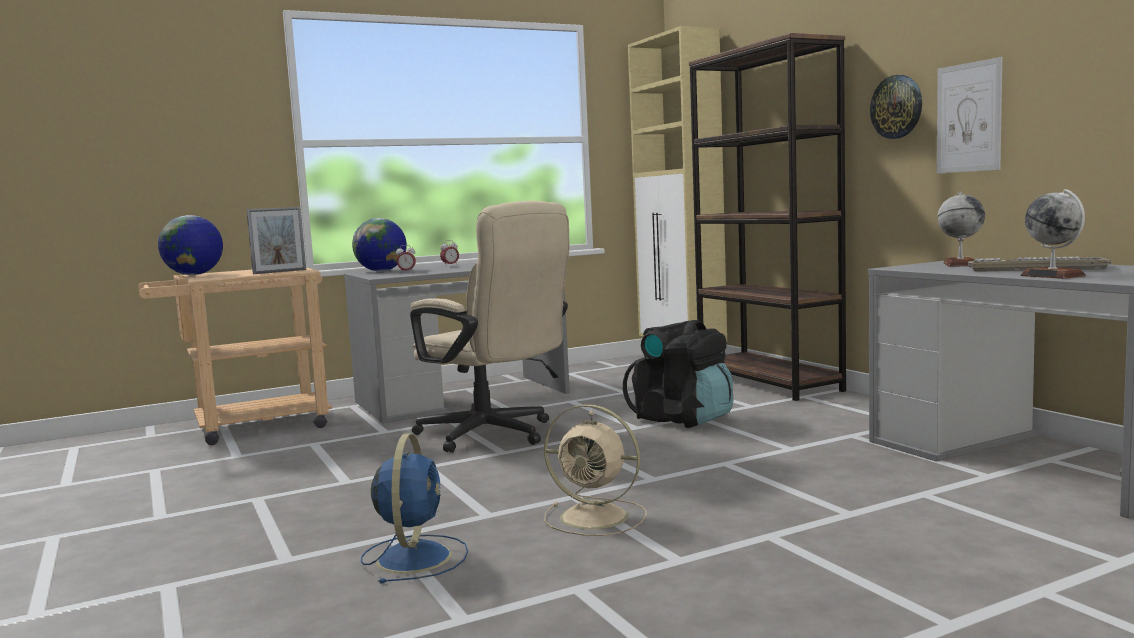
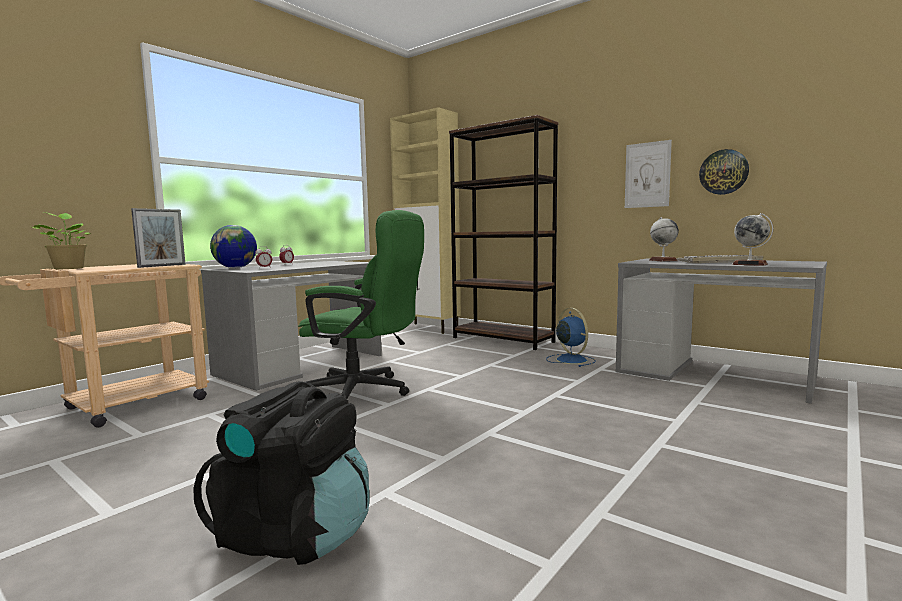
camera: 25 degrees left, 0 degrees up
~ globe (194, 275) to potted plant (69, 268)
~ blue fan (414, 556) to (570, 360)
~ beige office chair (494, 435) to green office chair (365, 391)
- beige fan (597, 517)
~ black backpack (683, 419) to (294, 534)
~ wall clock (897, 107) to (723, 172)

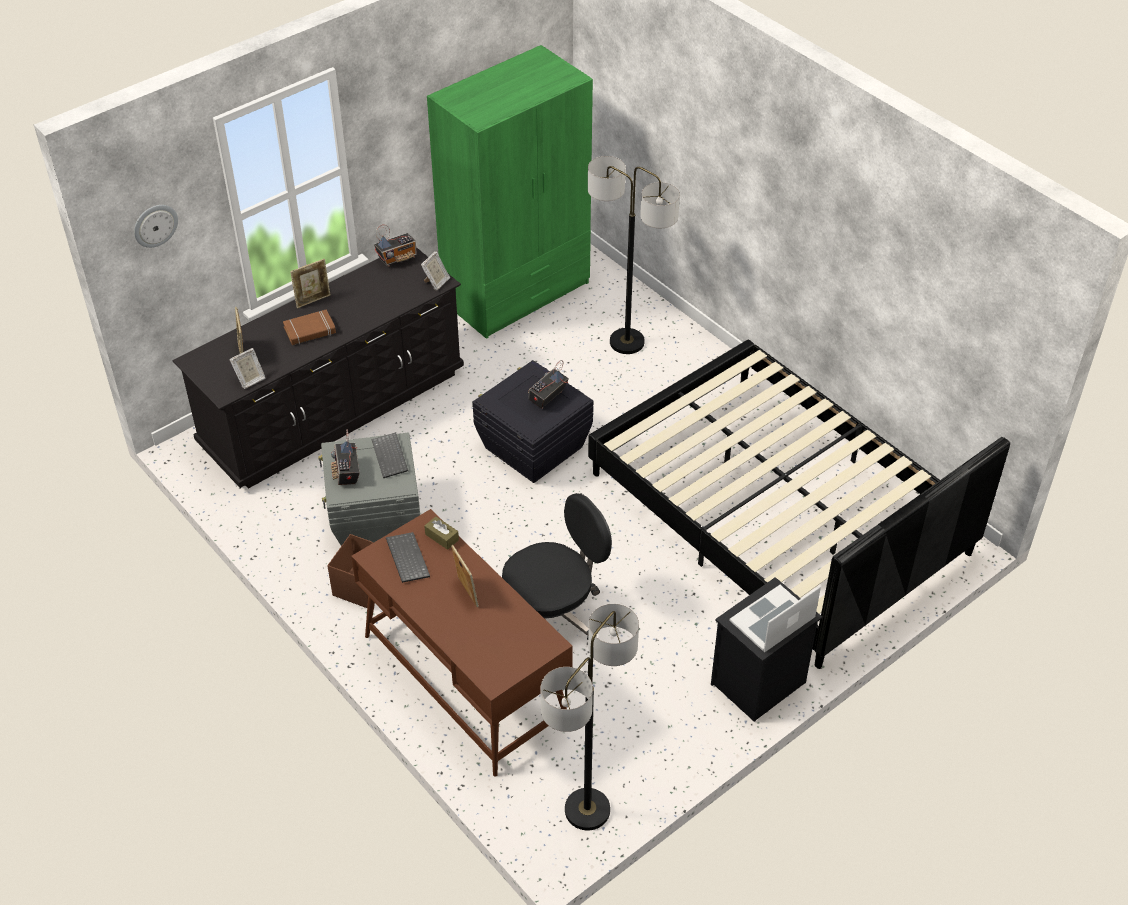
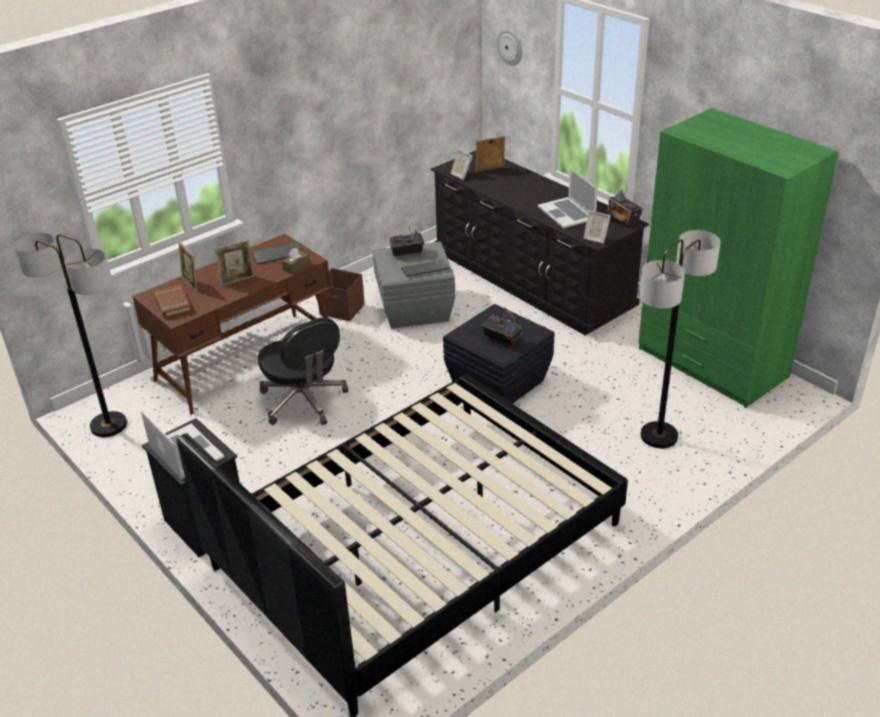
camera: 90 degrees right, 10 degrees down
~ brown book (310, 331) to (172, 305)
~ picture frame (313, 300) to (191, 284)
+ laptop (567, 213)

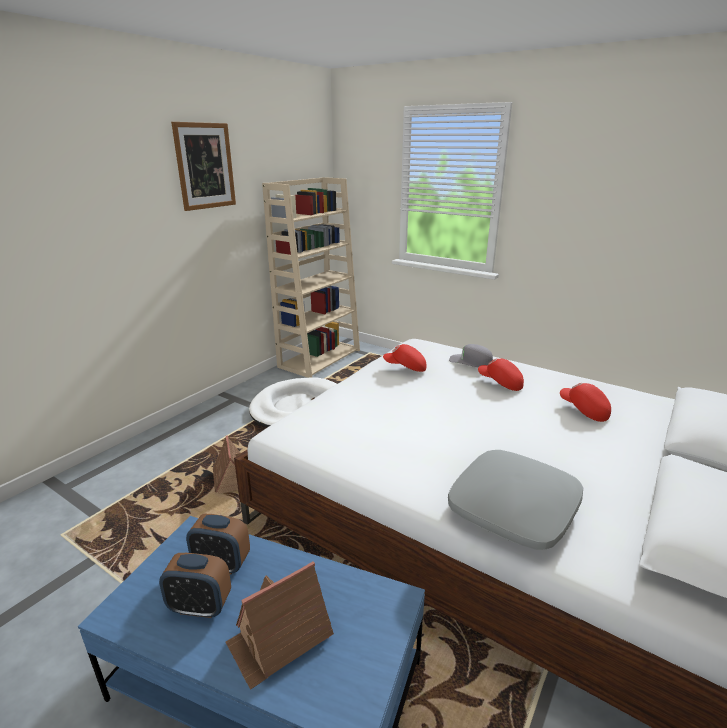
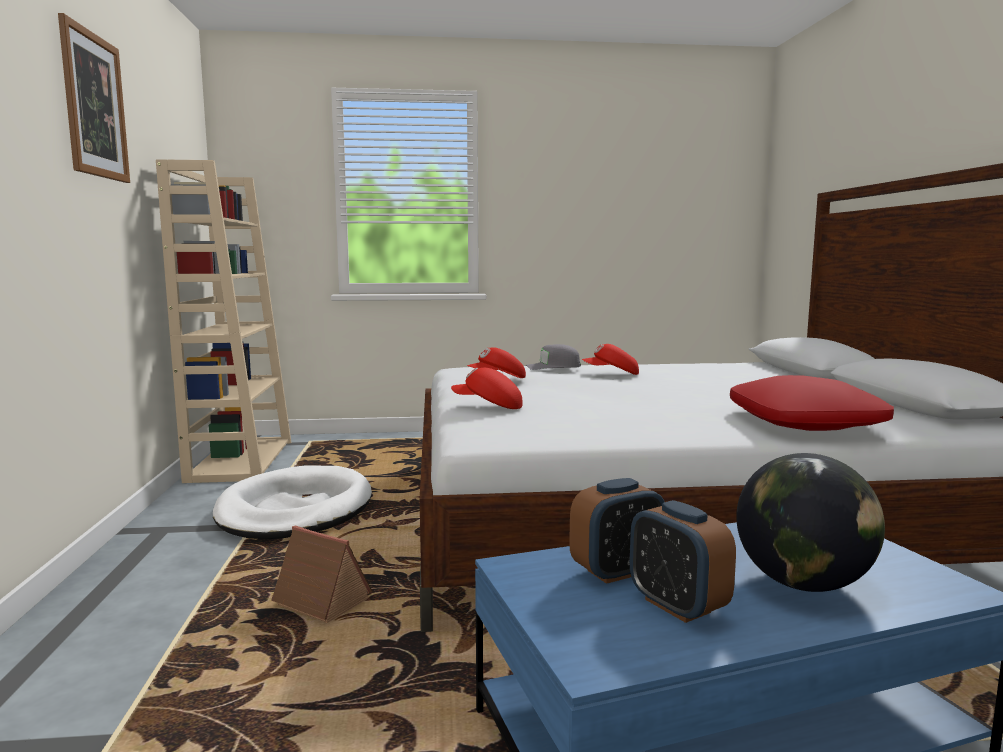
camera: 40 degrees left, 15 degrees down
~ alarm clock (200, 606) = (677, 606) 90 degrees clockwise
~ toy house (279, 638) to globe (802, 584)
~ grey pillow (514, 508) to red pillow (805, 422)
~ red cap (583, 411) to (488, 406)

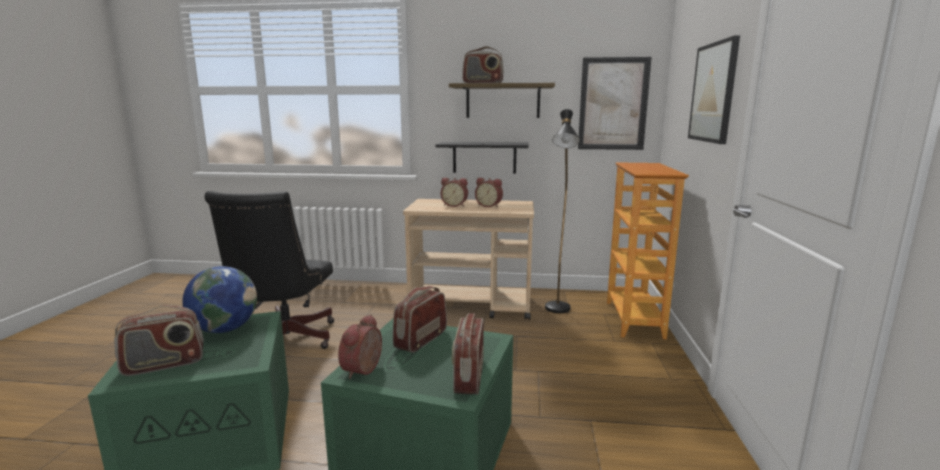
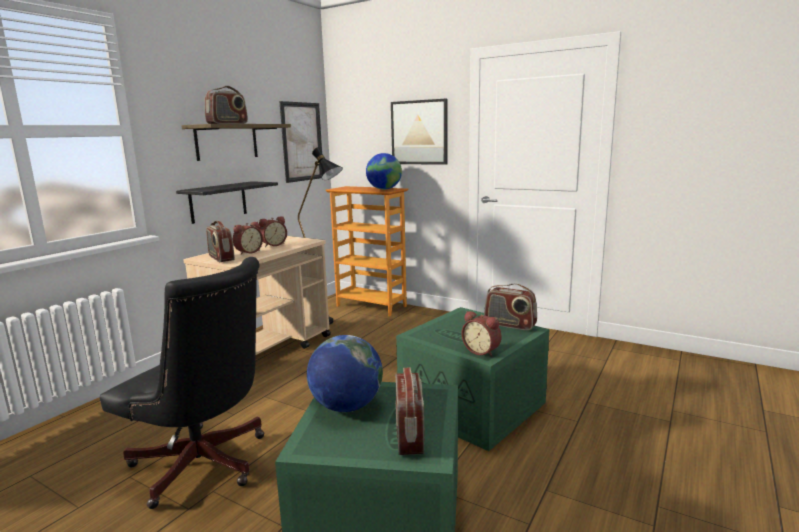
camera: 65 degrees left, 0 degrees up
~ radio (420, 339) to (221, 258)
+ globe (384, 189)

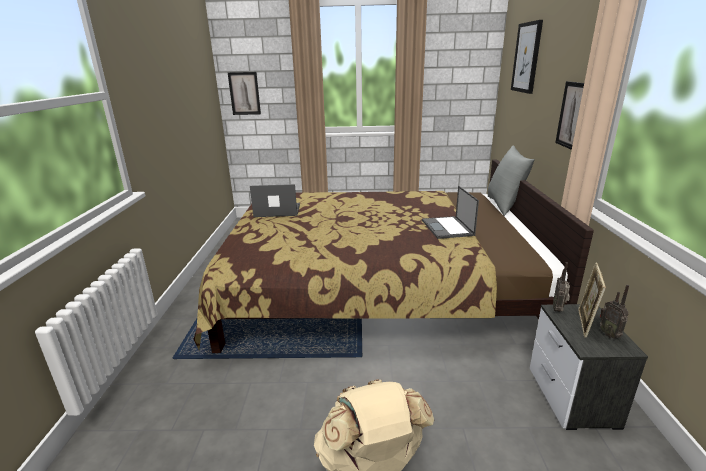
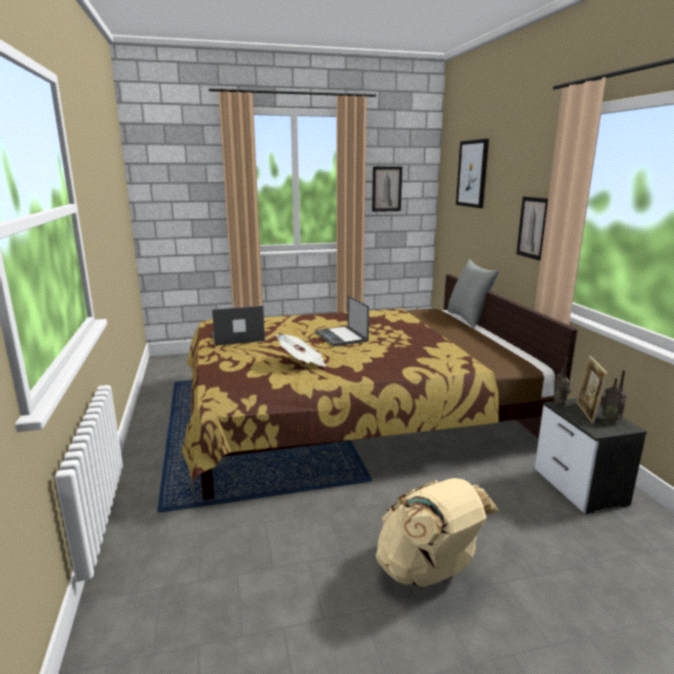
camera: 15 degrees left, 5 degrees down
~ picture (244, 93) to (386, 189)
~ laptop (448, 228) to (341, 337)
+ newspaper (302, 363)

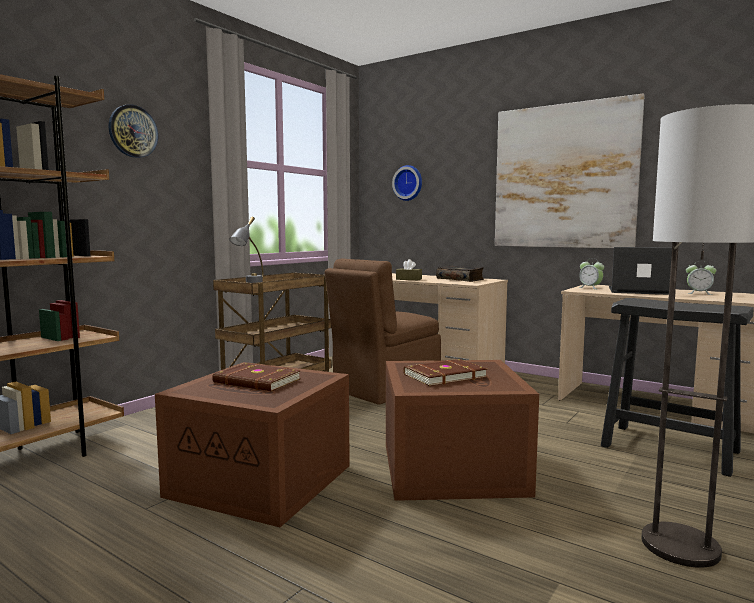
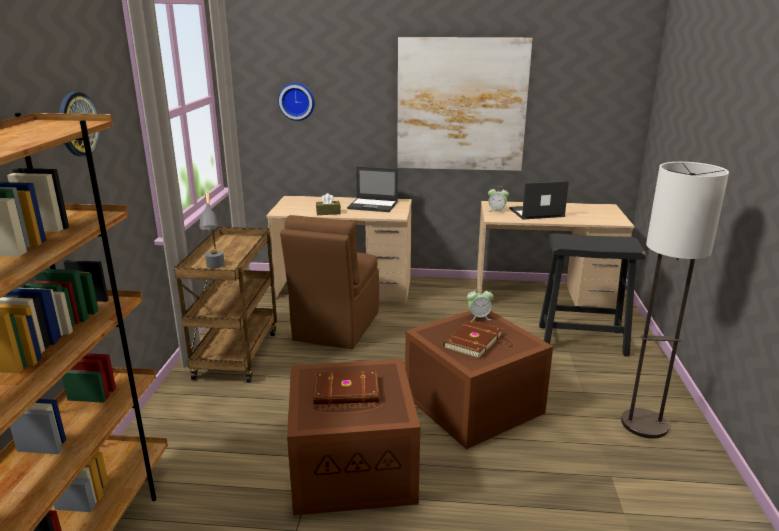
camera: 30 degrees left, 15 degrees up
~ book (460, 279) to laptop (373, 205)
~ alarm clock (699, 293) to (479, 317)

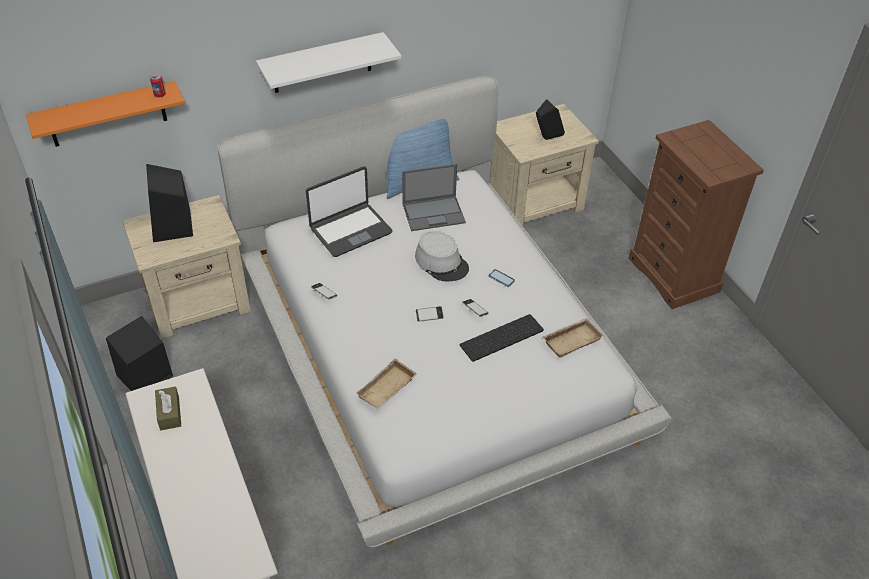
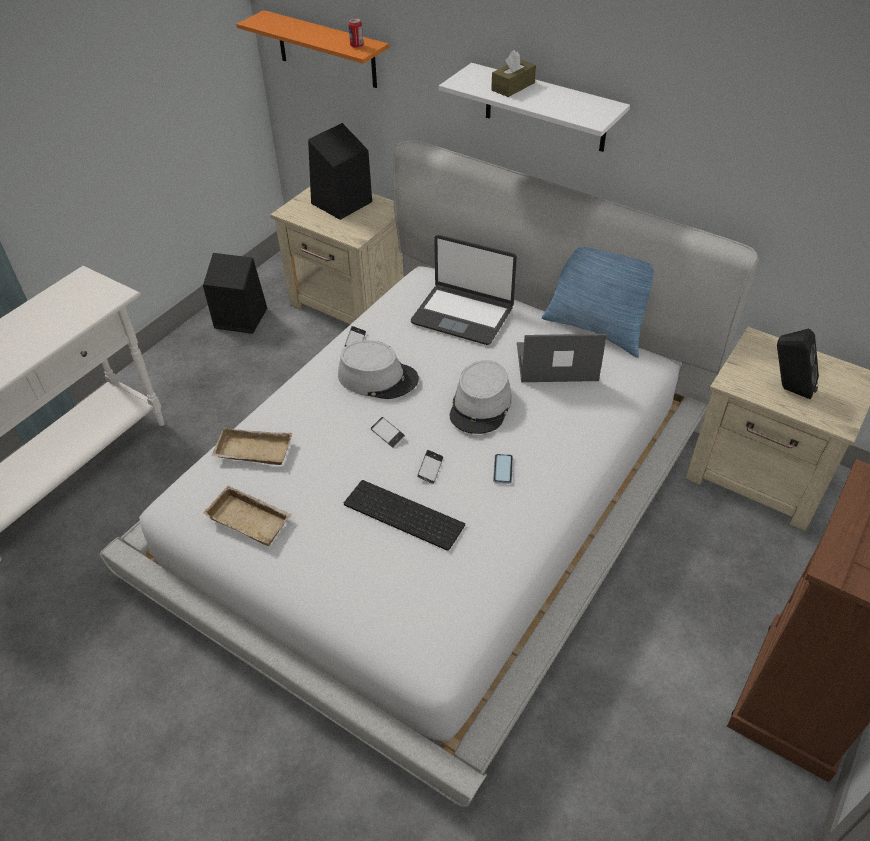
camera: 60 degrees right, 0 degrees up
~ brown tissue box (169, 413) to (513, 86)
~ laptop (434, 213) = (555, 363) 135 degrees clockwise
~ beige tray (571, 339) to (251, 519)
+ grey hat (378, 377)

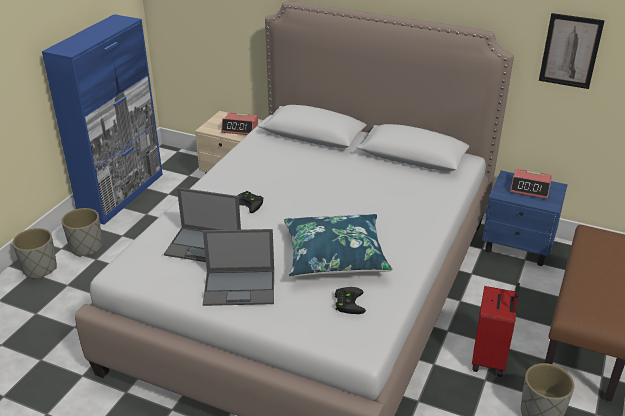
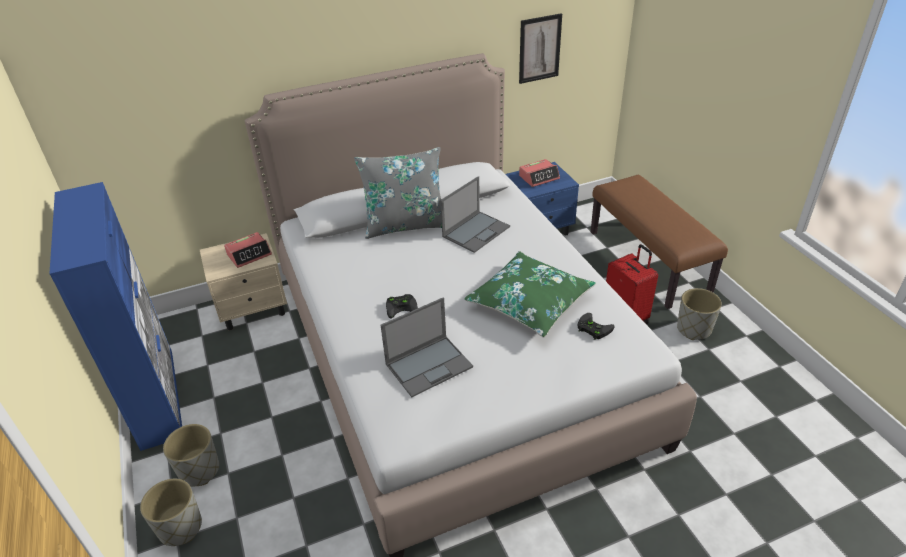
camera: 45 degrees left, 5 degrees up
~ laptop (240, 287) to (476, 231)
~ blue pillow (335, 256) to green pillow (529, 302)
+ grey pillow (405, 225)

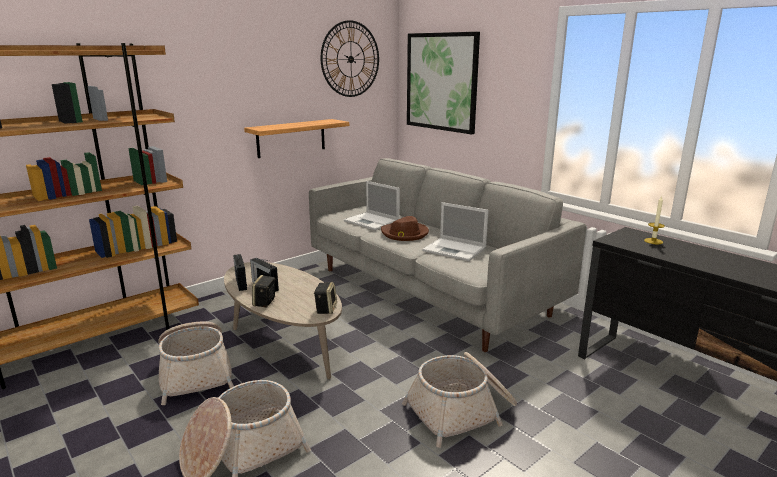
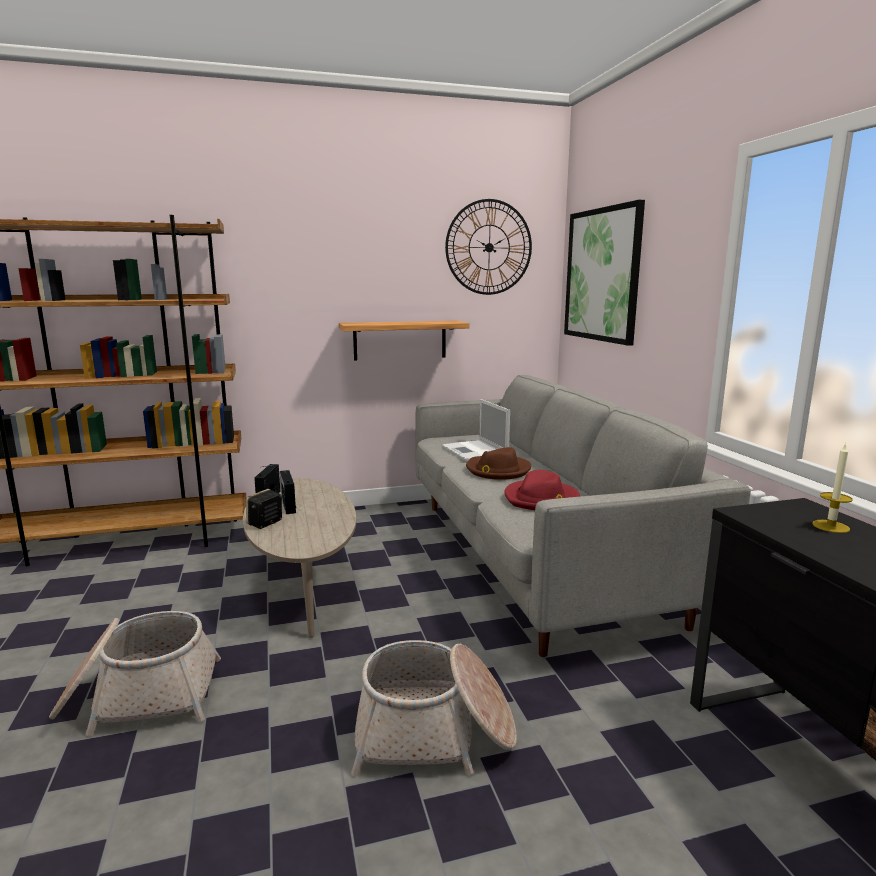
camera: 25 degrees right, 5 degrees down
- basket (196, 373)
- speaker (325, 309)
~ laptop (455, 250) to red hat (541, 499)

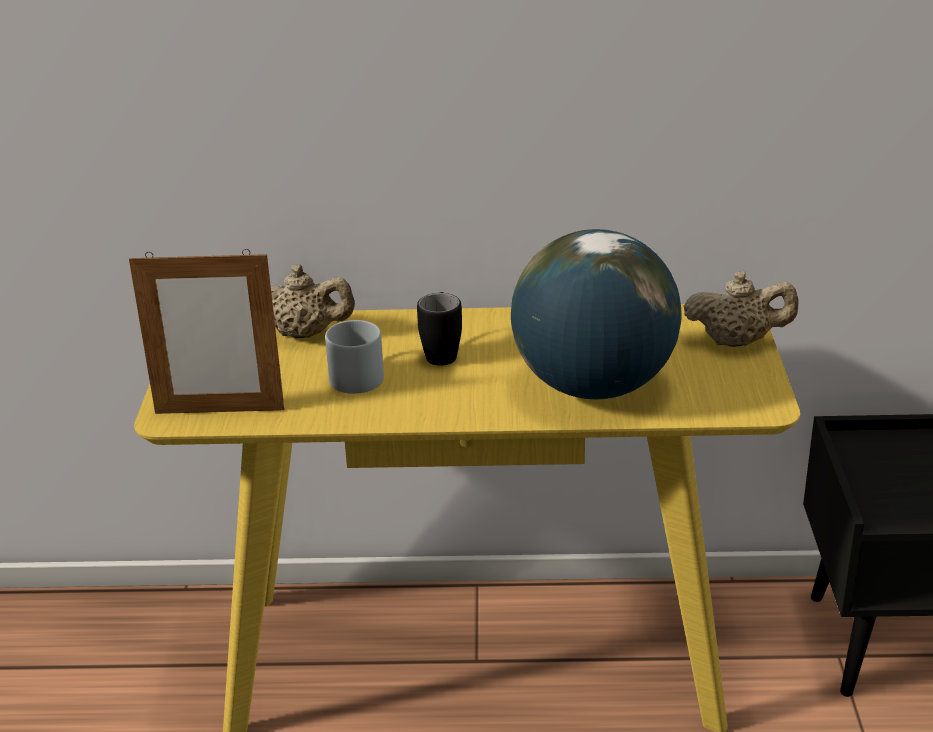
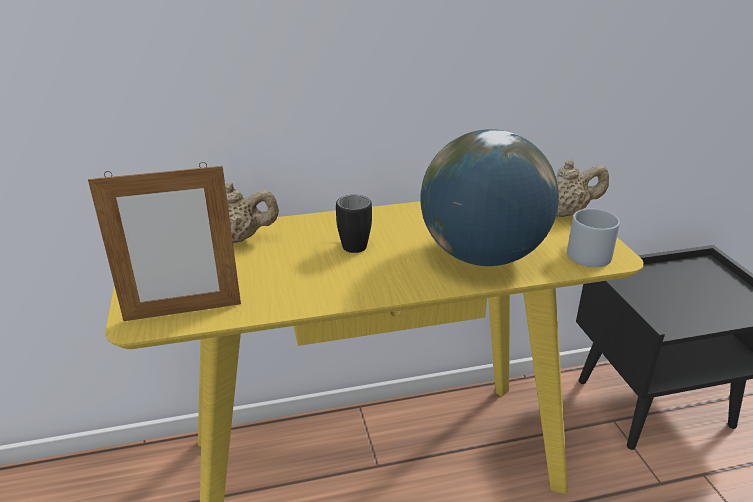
camera: 15 degrees left, 0 degrees up
~ grey mug (358, 374) to (585, 251)

